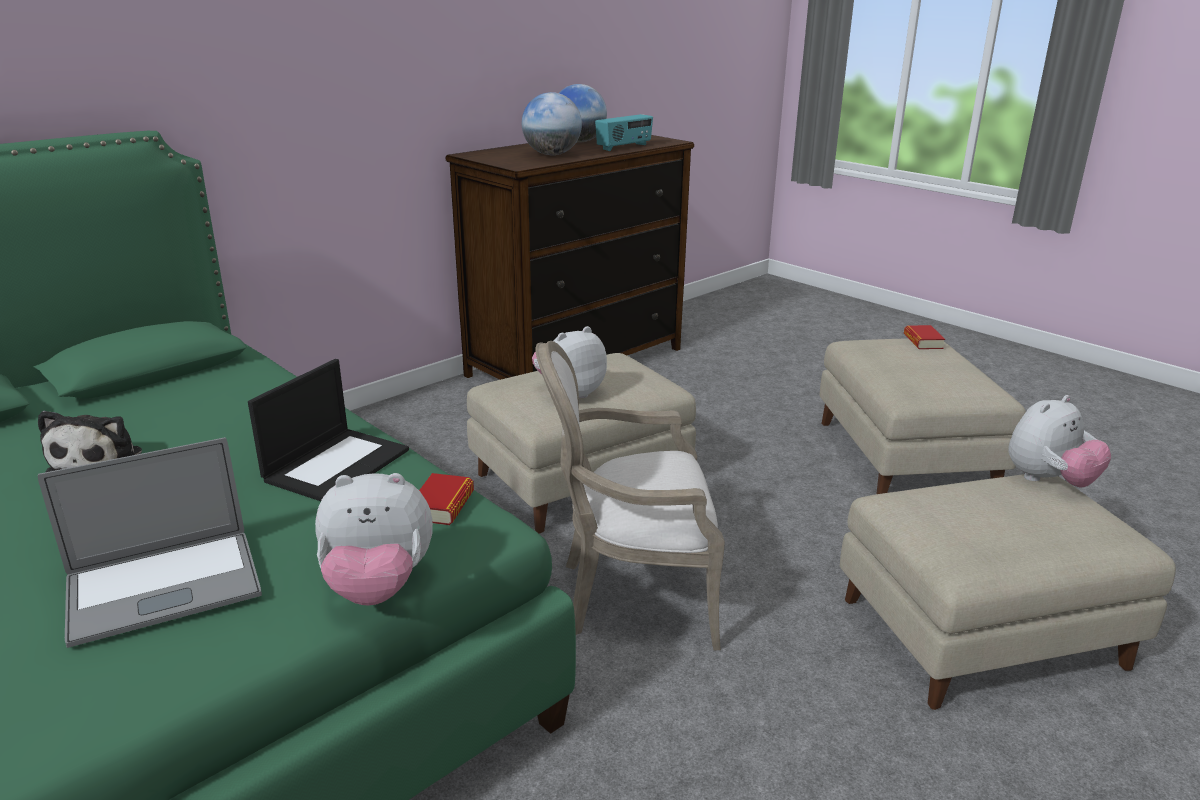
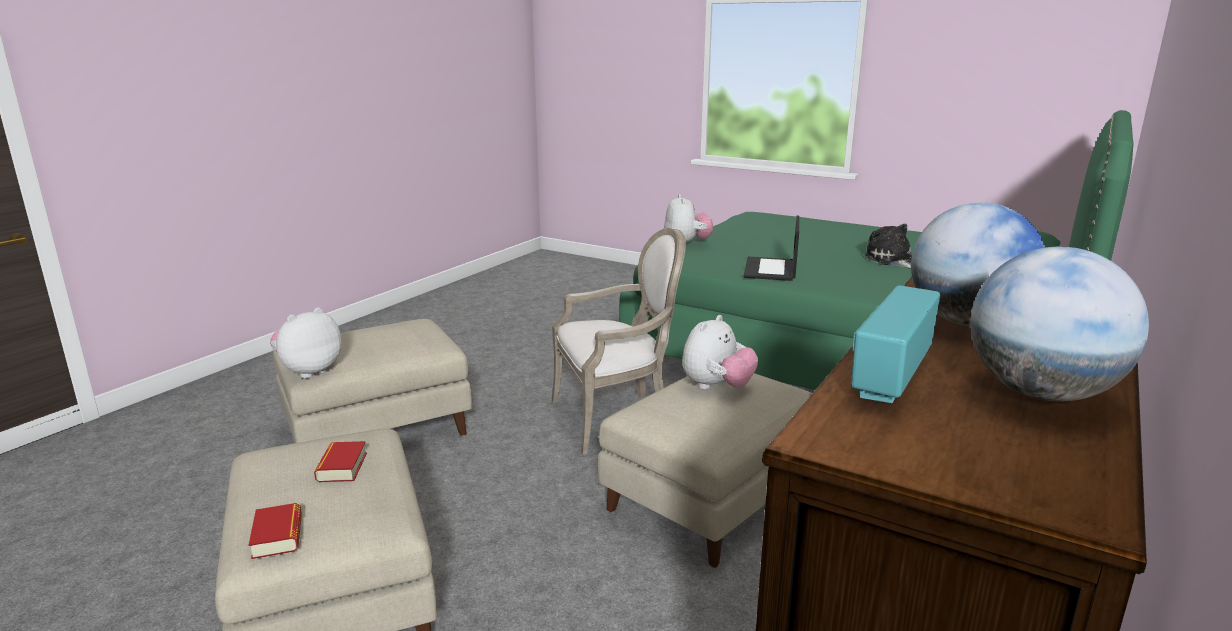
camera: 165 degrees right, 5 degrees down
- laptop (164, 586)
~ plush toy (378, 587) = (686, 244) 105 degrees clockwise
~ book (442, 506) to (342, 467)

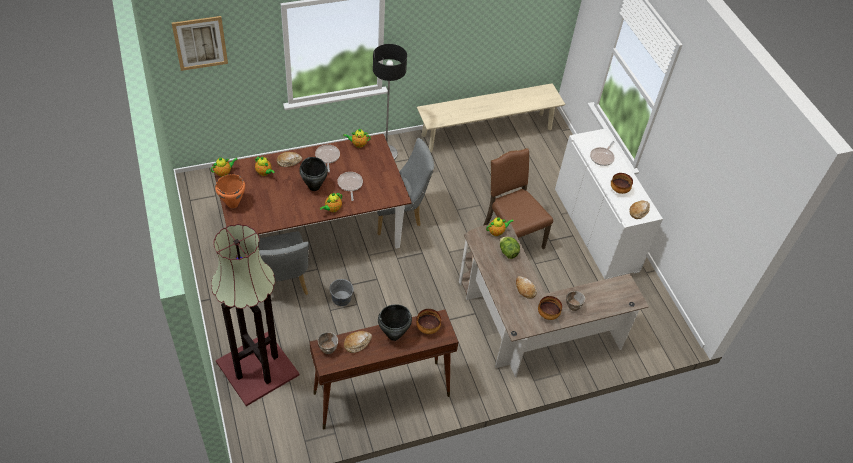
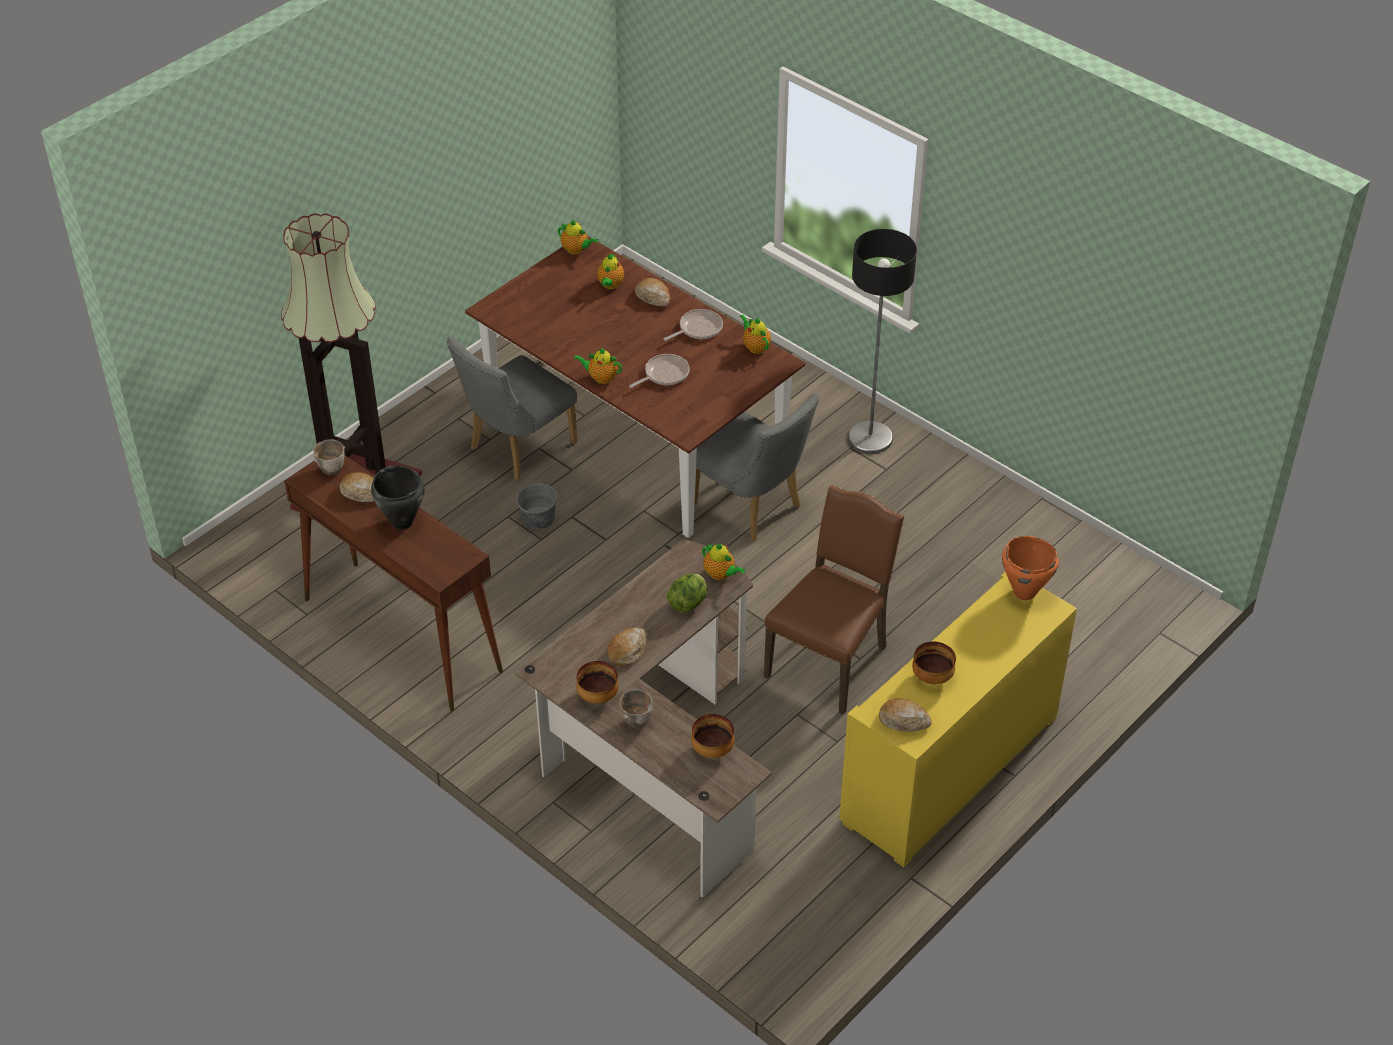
camera: 65 degrees right, 5 degrees down
- picture (200, 43)
~ orange cooking pot (232, 204) to (1024, 592)
- black cooking pot (314, 186)
~ bowl (428, 328) to (712, 750)
- beige bench (487, 132)
~ white cabinet (595, 229) to yellow cabinet (950, 769)
- frying pan (602, 157)

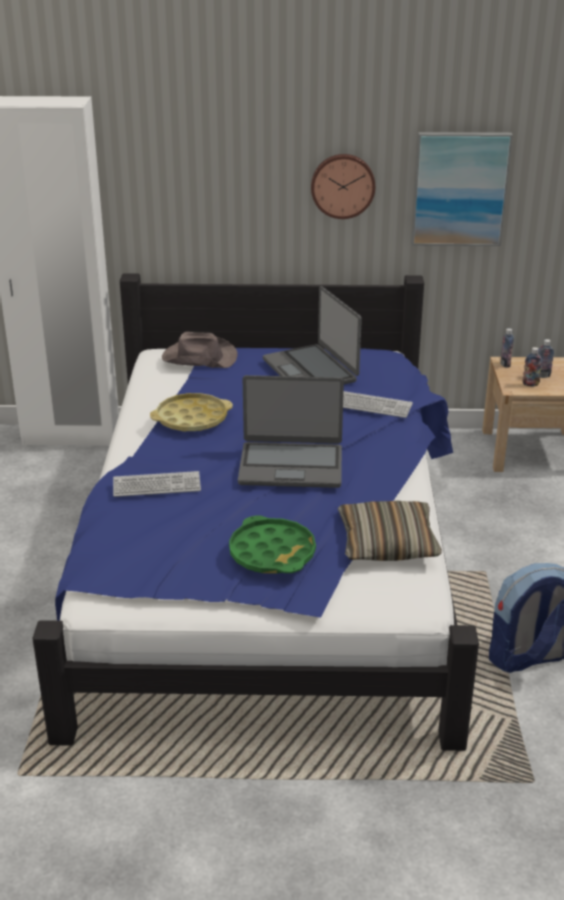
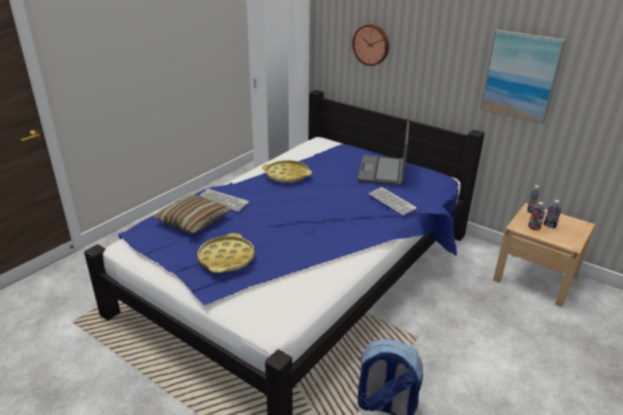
camera: 35 degrees right, 0 degrees up
- brown hat (199, 358)
~ green tray (272, 553) to yellow tray (226, 258)
- laptop (291, 465)
~ wall clock (343, 185) to (371, 44)
~ pillow (387, 543) to (193, 221)

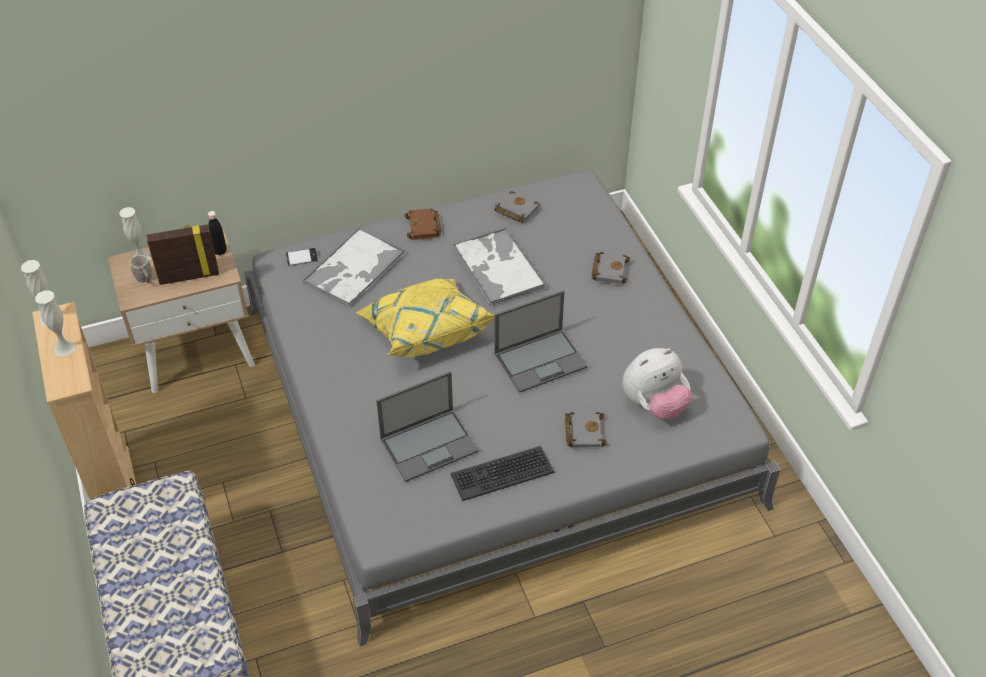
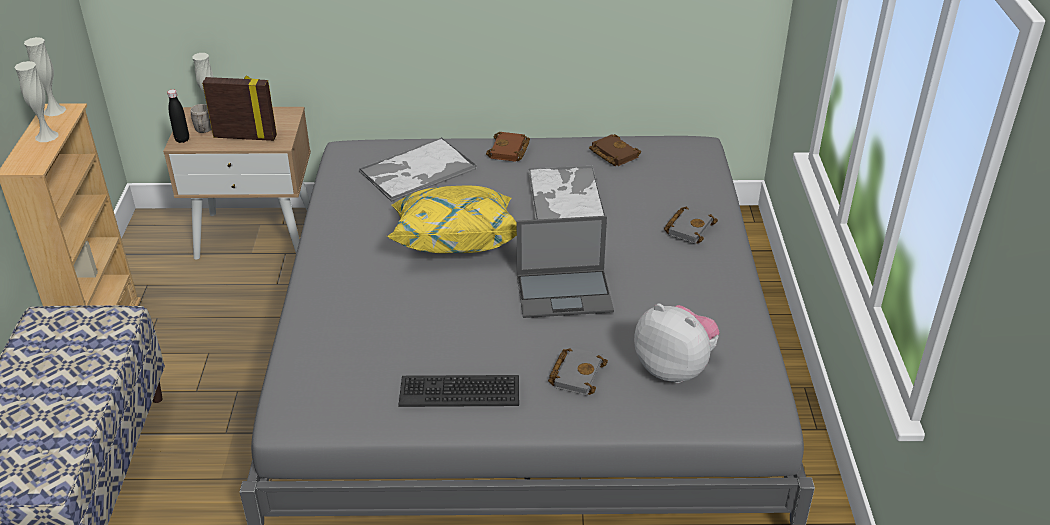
camera: 20 degrees right, 10 degrees down
~ black bottle (220, 251) to (182, 140)
- phone (302, 259)
- laptop (430, 444)
~ grey book (514, 210) to brown book (612, 154)
~ plush toy (654, 404) = (674, 368) 135 degrees counterclockwise

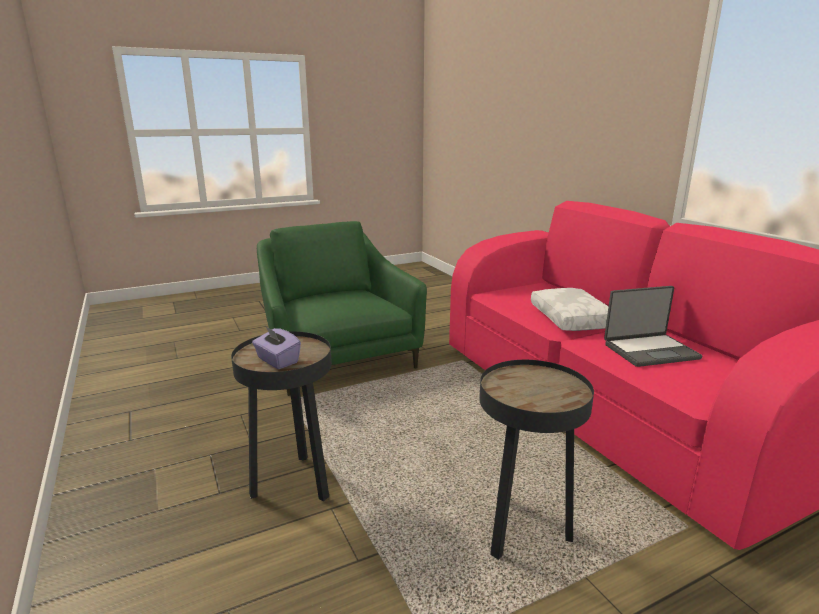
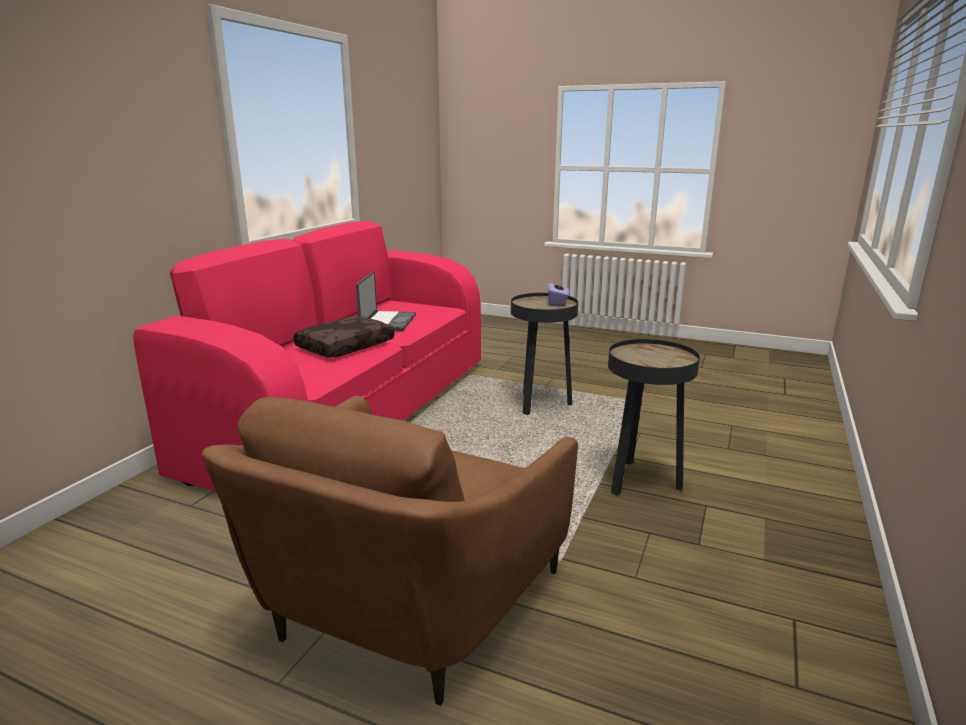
camera: 130 degrees left, 0 degrees up
~ purple tissue box (277, 361) to (557, 303)
~ green armchair (336, 356) to brown armchair (407, 605)
~ white pillow (572, 319) to brown pillow (345, 346)
~ laptop (649, 351) = (387, 322) 60 degrees clockwise

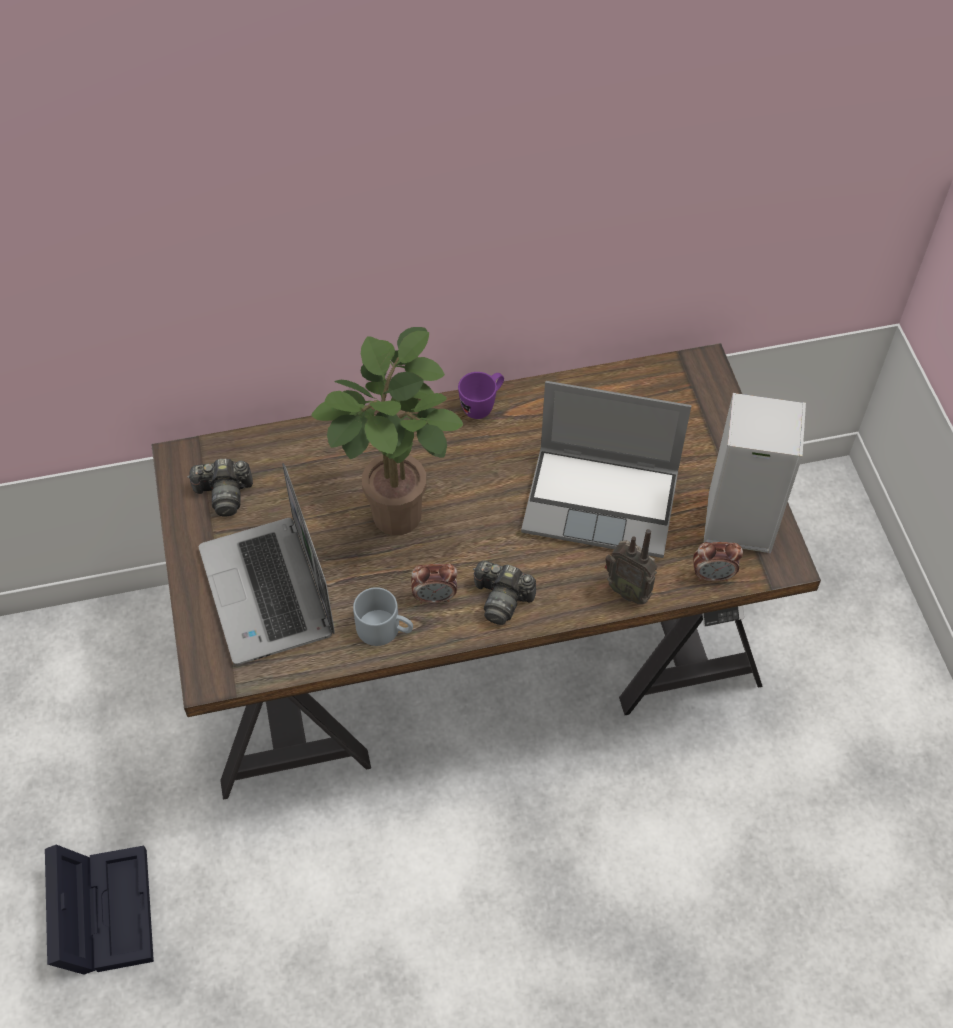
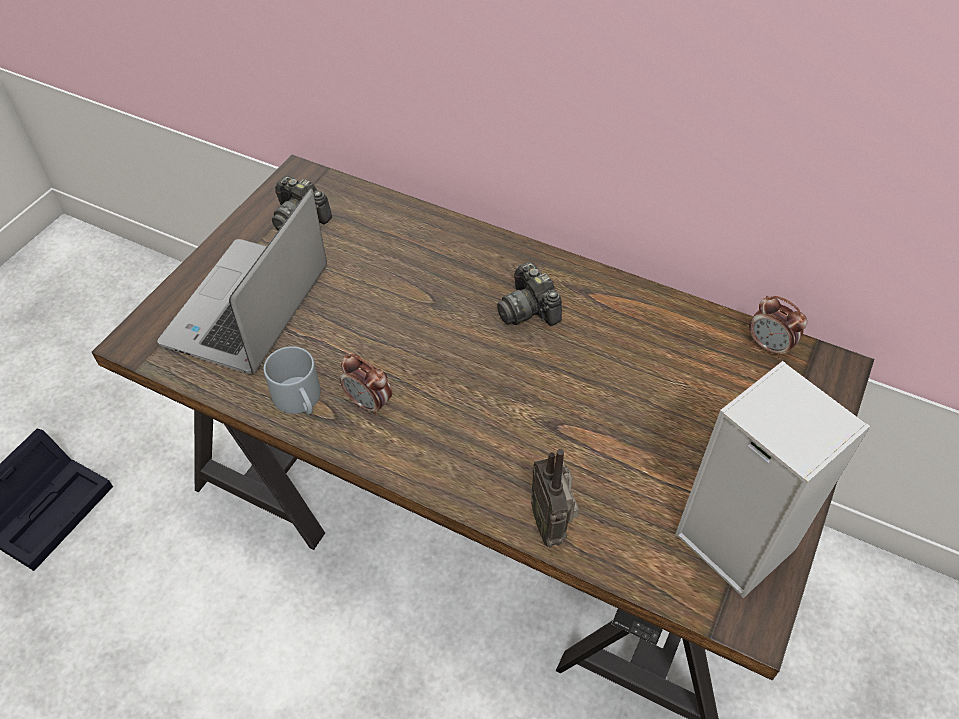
camera: 40 degrees right, 5 degrees down
- potted plant (399, 522)
- purple mug (482, 406)
~ photo camera (502, 599) to (528, 309)
- laptop (603, 501)
~ alarm clock (713, 575) to (769, 346)

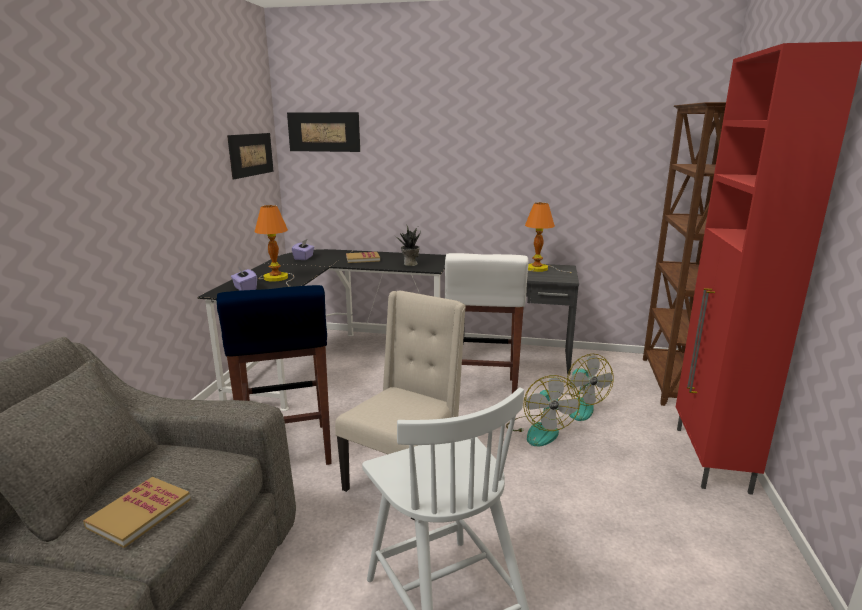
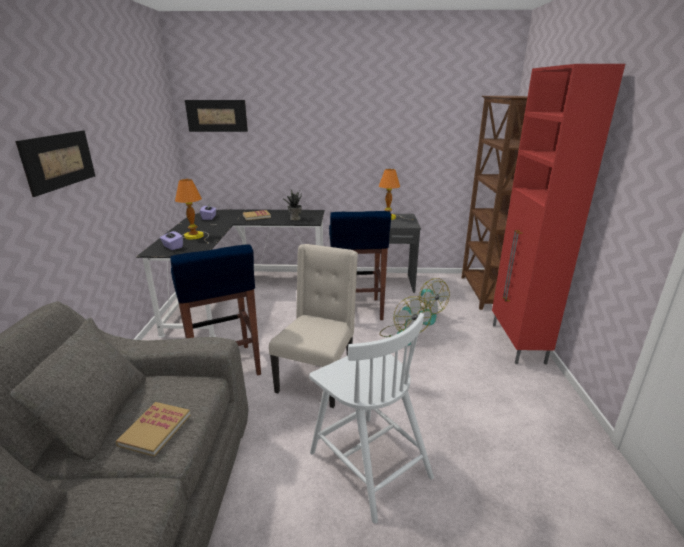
camera: 10 degrees left, 5 degrees up
~ picture (251, 154) to (59, 160)
~ white stool (481, 392) to blue stool (356, 310)

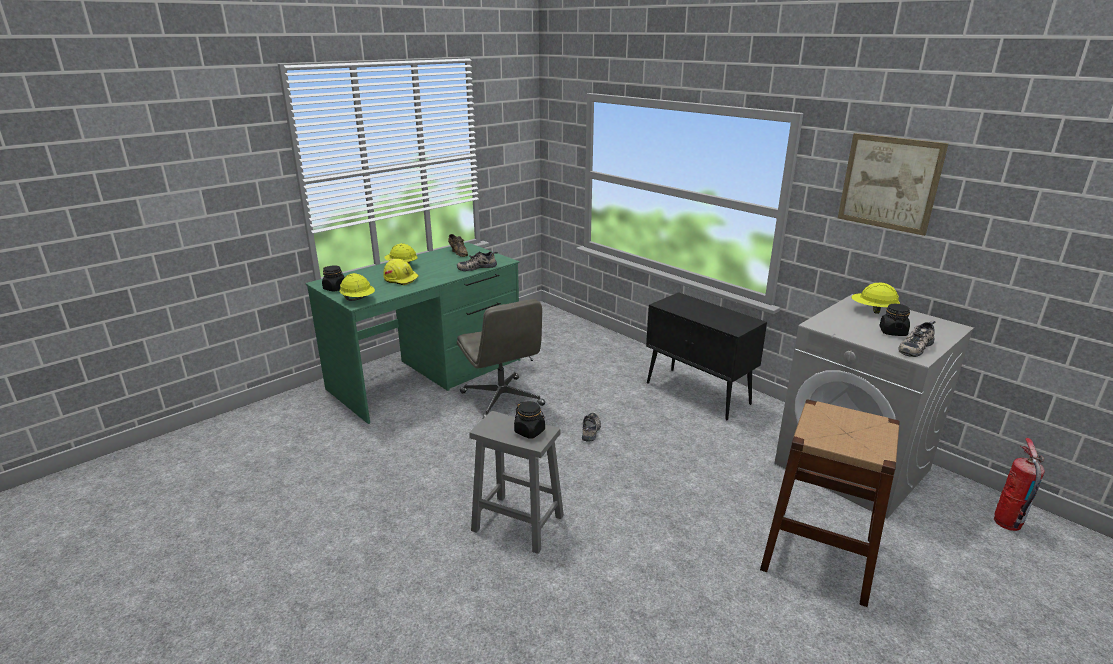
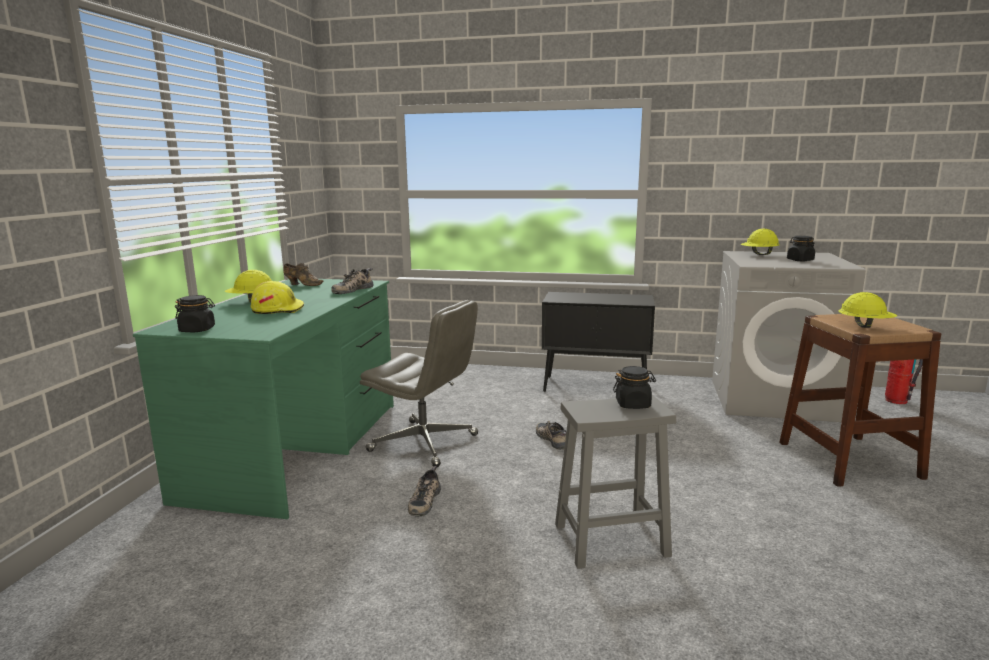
camera: 35 degrees left, 10 degrees down
~ yellow hard hat (358, 299) to (865, 326)
- picture (889, 183)
~ shoe (915, 347) to (424, 500)

